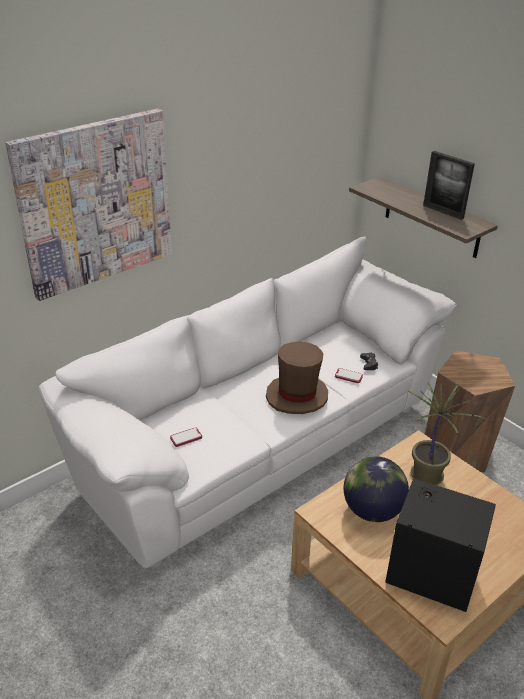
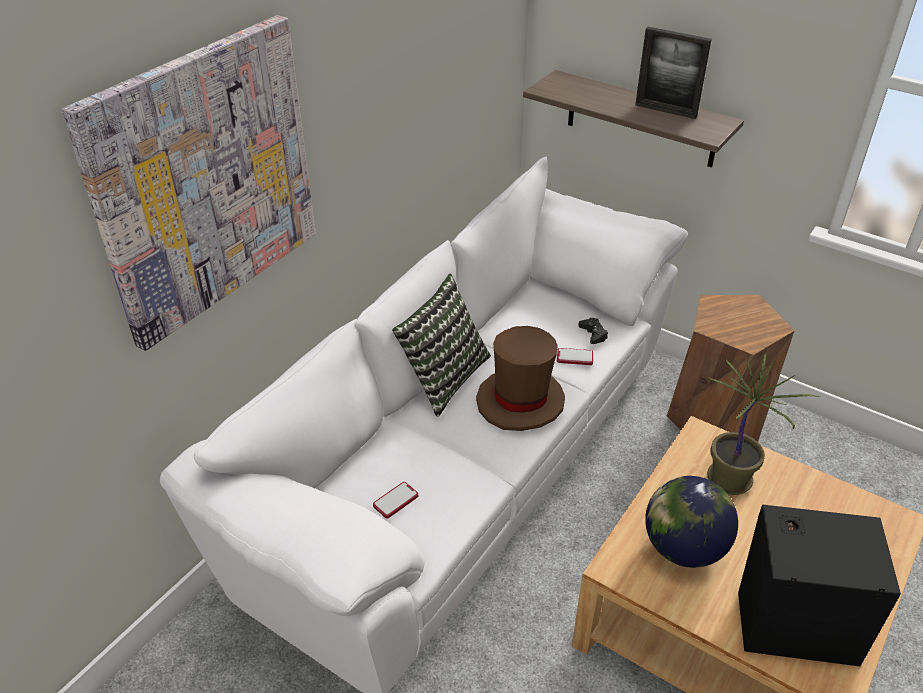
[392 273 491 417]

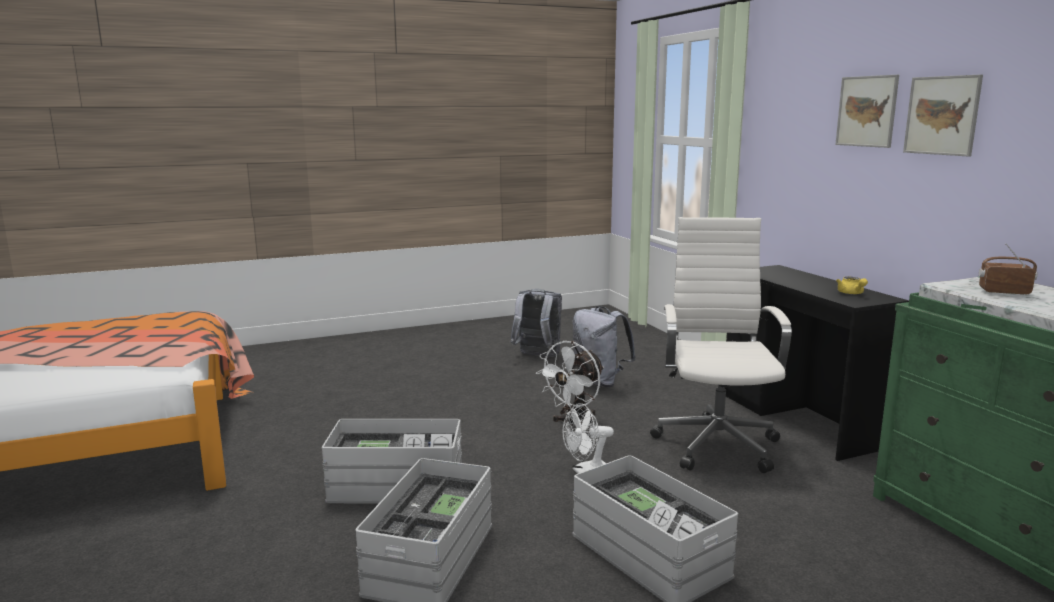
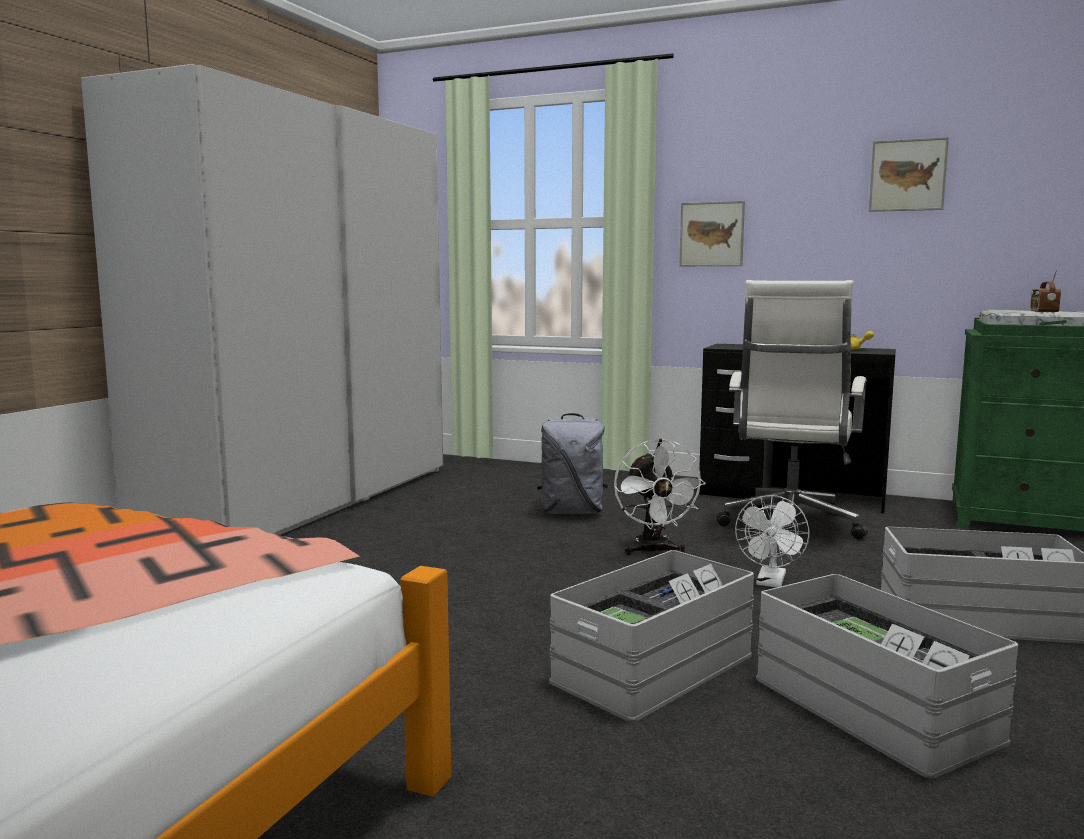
[510 289 562 357] (first image)
[81 64 443 535]
[679 201 745 266]
[716 280 868 540]
[1030 269 1061 313]

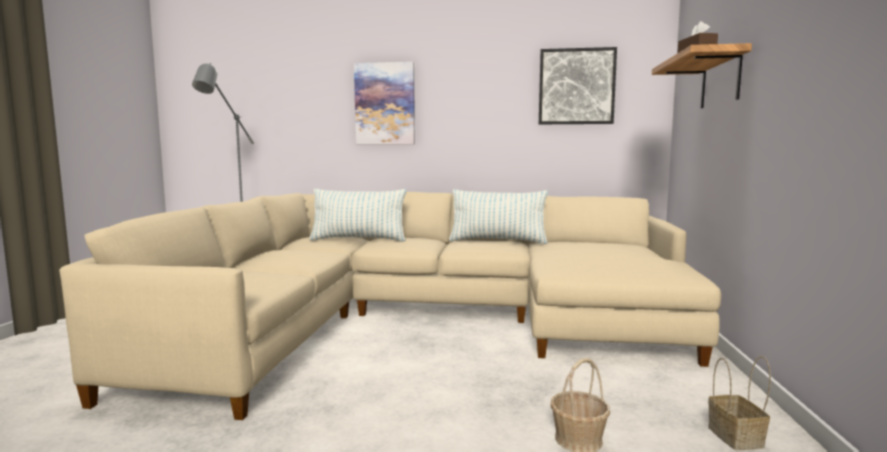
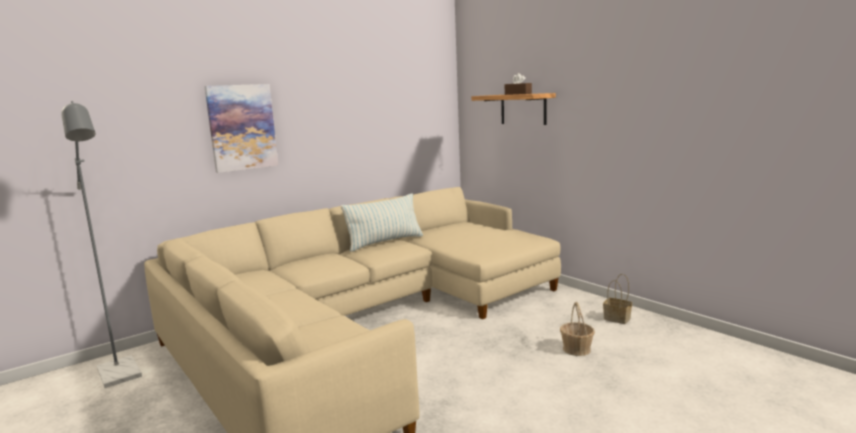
[309 189 407 241] (first image)
[539 47 617 124] (first image)

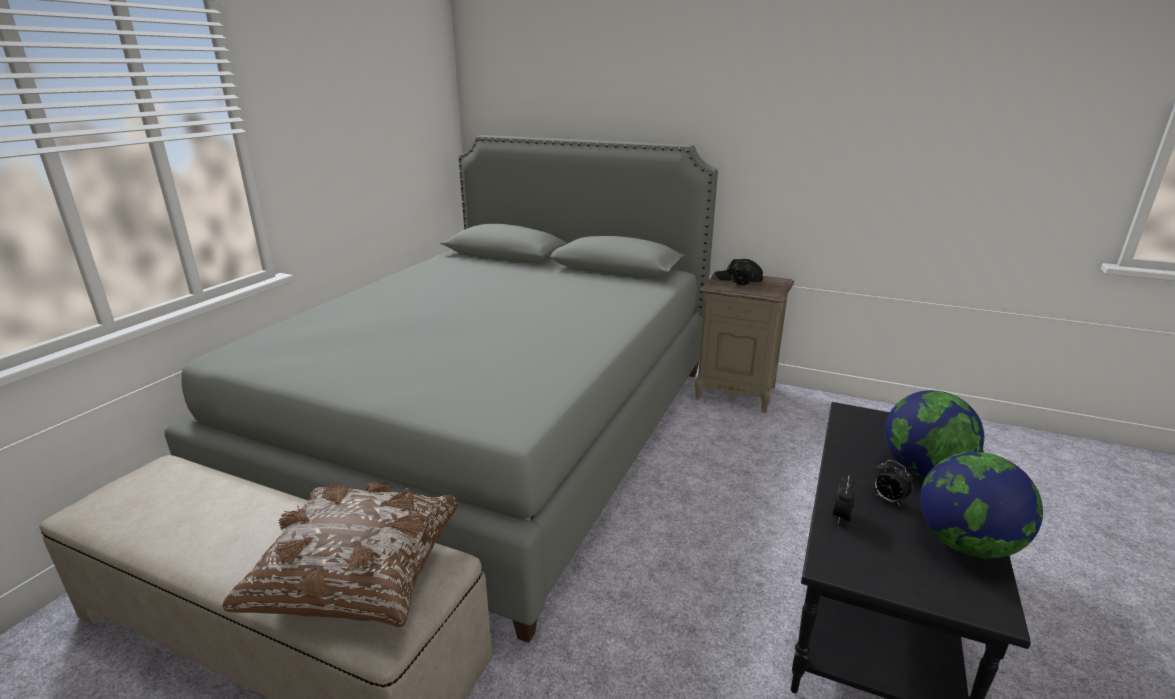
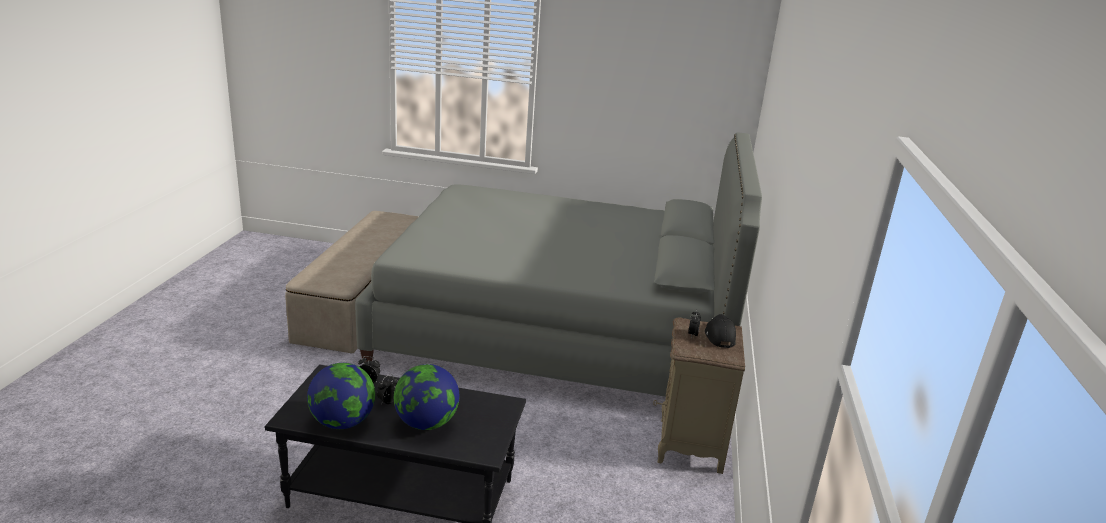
[223 481 458 627] (first image)

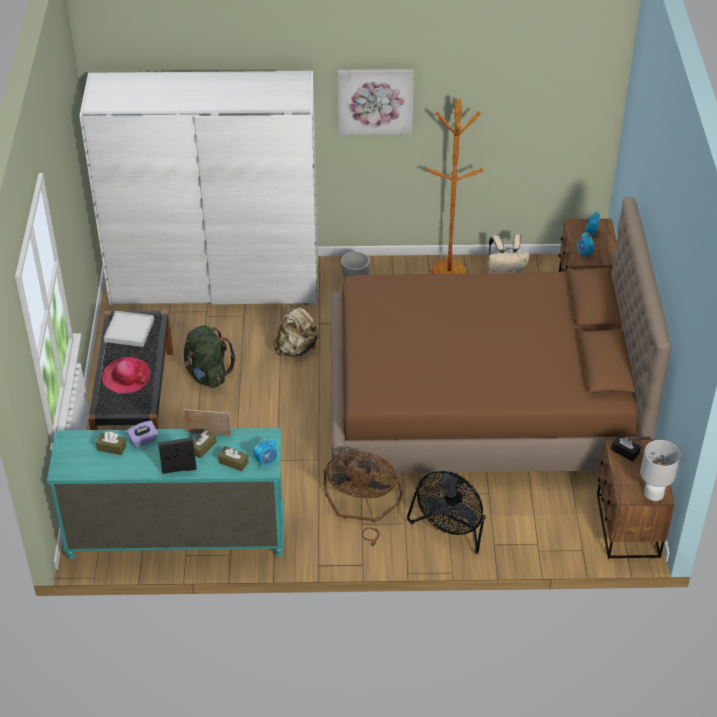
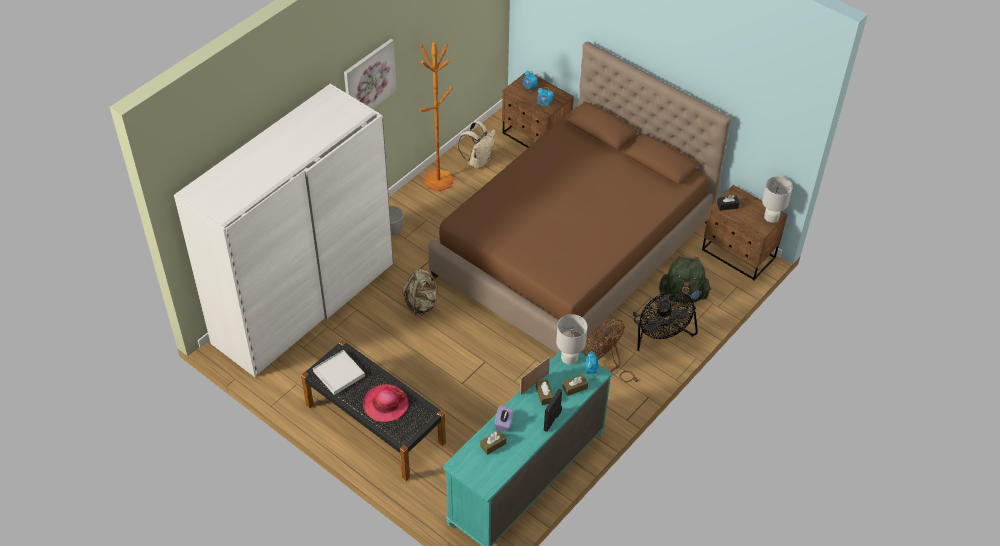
[556 314 587 365]
[659 256 711 303]

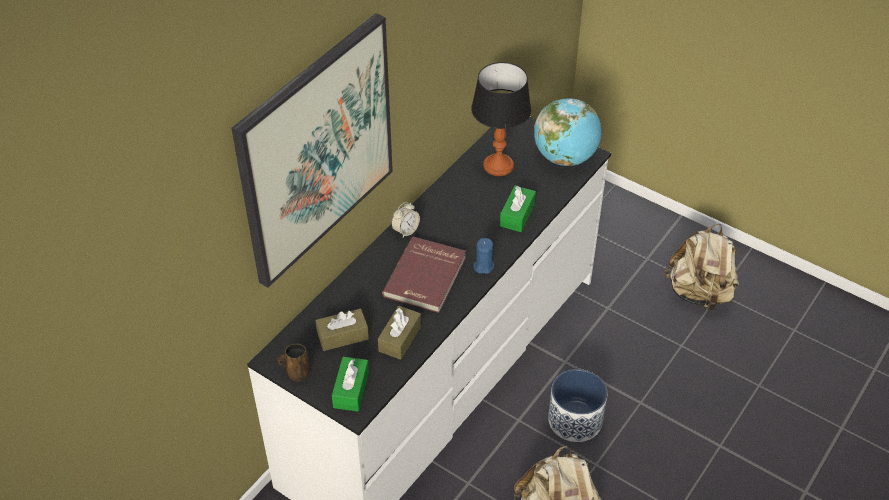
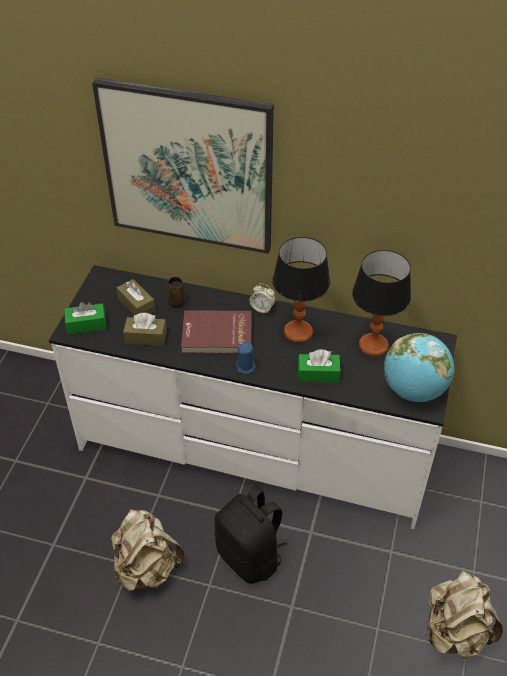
[272 237 330 343]
[167 277 186 308]
[214 486 287 584]

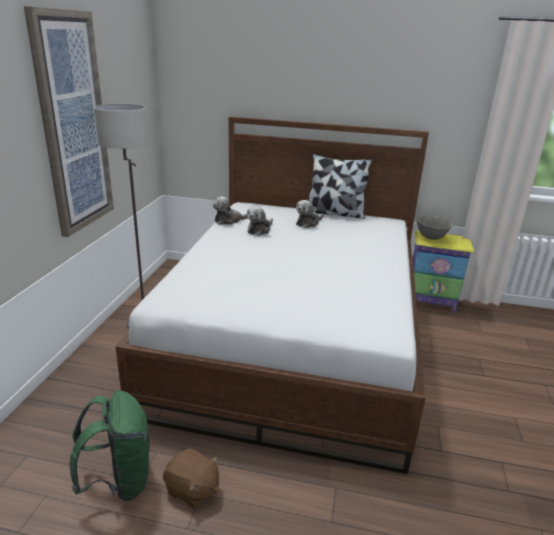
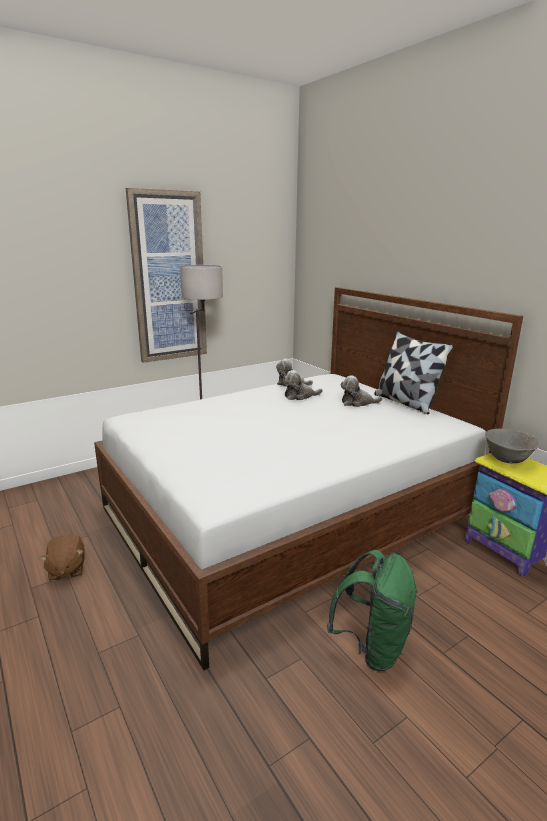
[326 550 418 671]

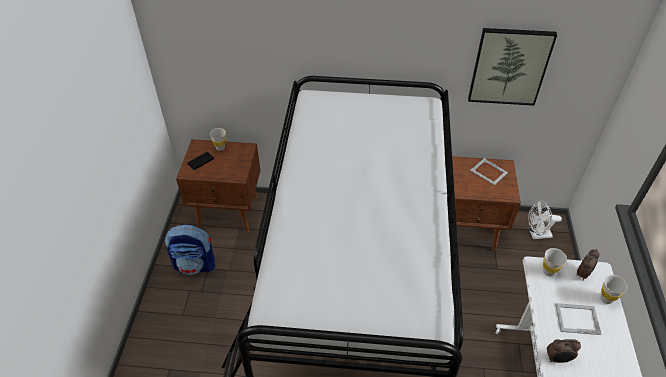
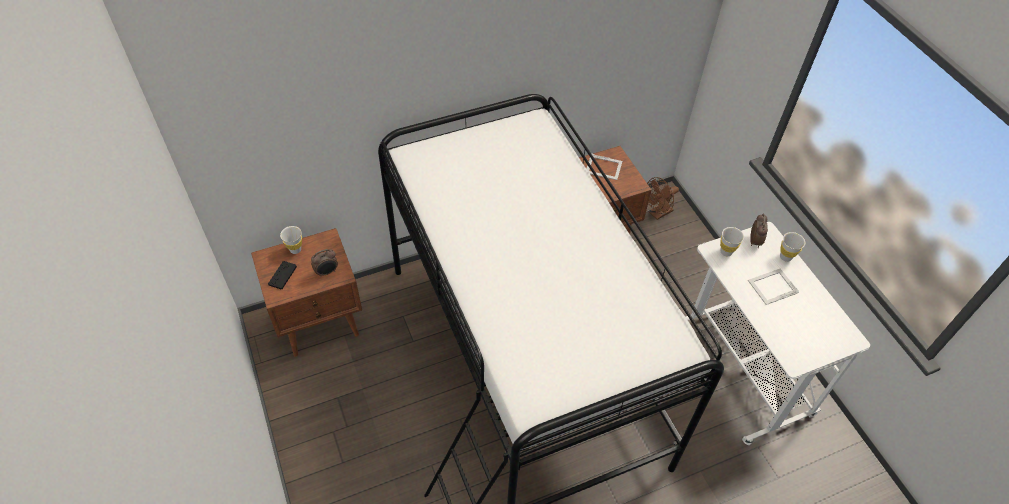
[165 224 215 275] (first image)
[468 28 557 106] (first image)
[311 249 338 277]
[647 177 679 220]

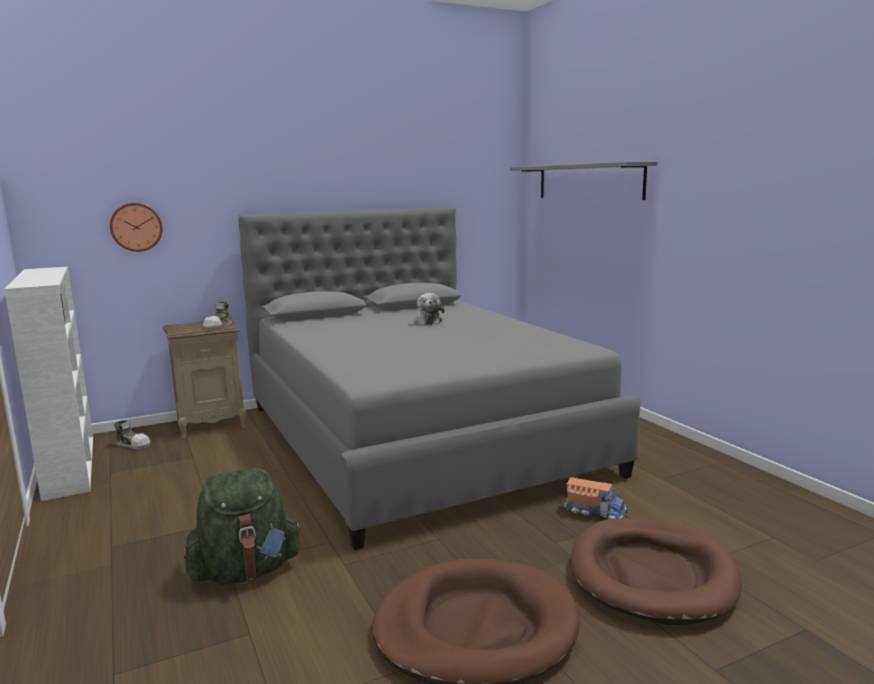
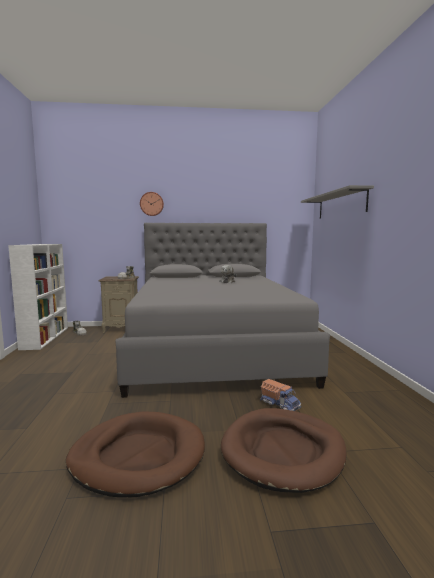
[184 468 301 585] (first image)
[140 192 164 216]

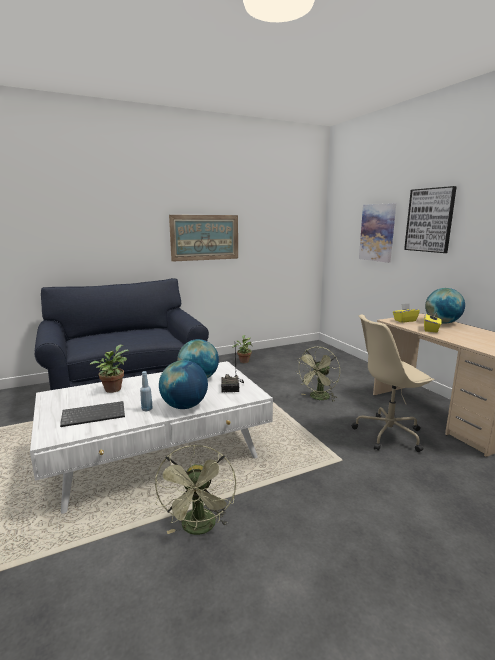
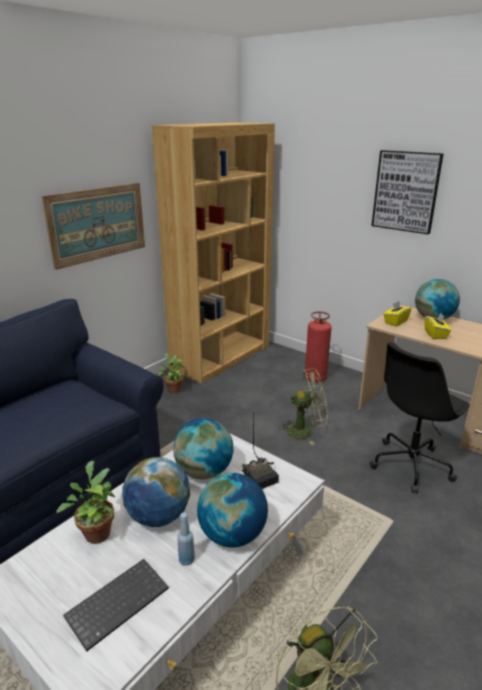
[359 203 396 263] (first image)
[122 457 190 527]
[151 123 275 384]
[305 311 332 382]
[369 342 470 493]
[280 368 328 445]

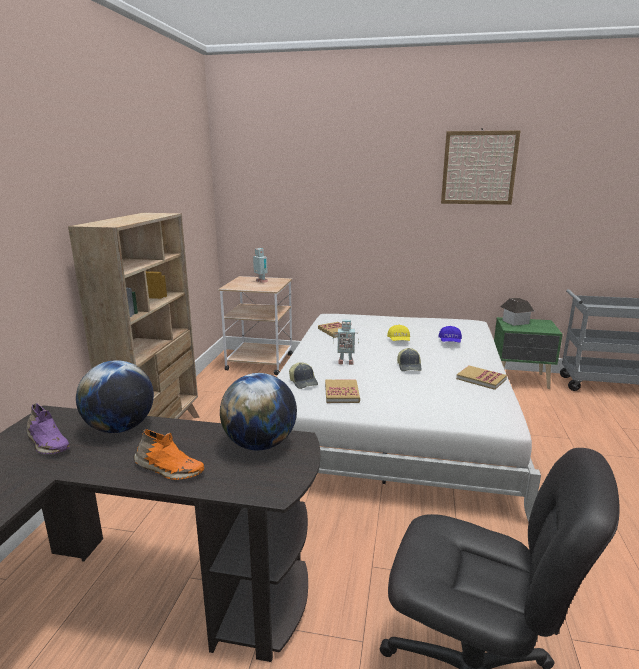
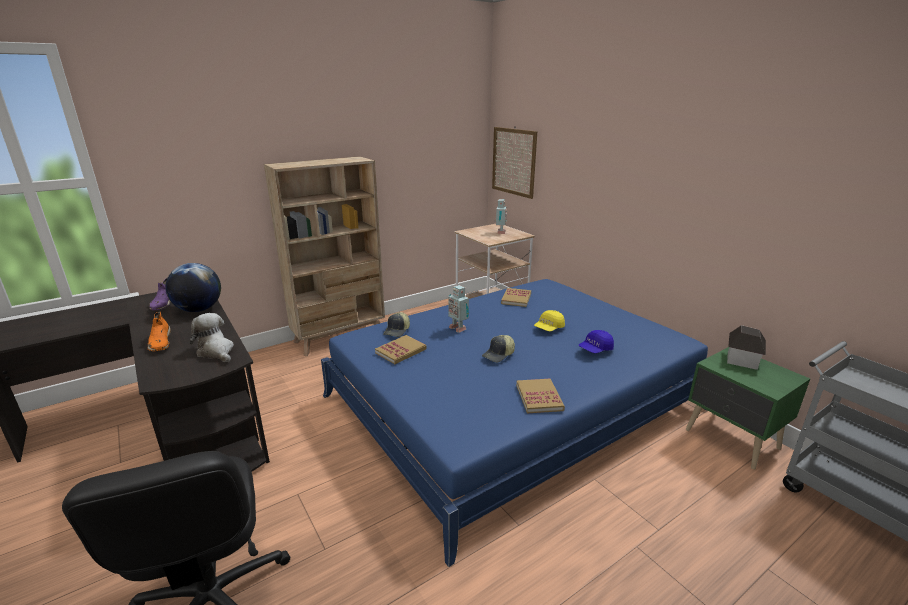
[492 127 537 199]
[190 313 234 362]
[321 279 708 567]

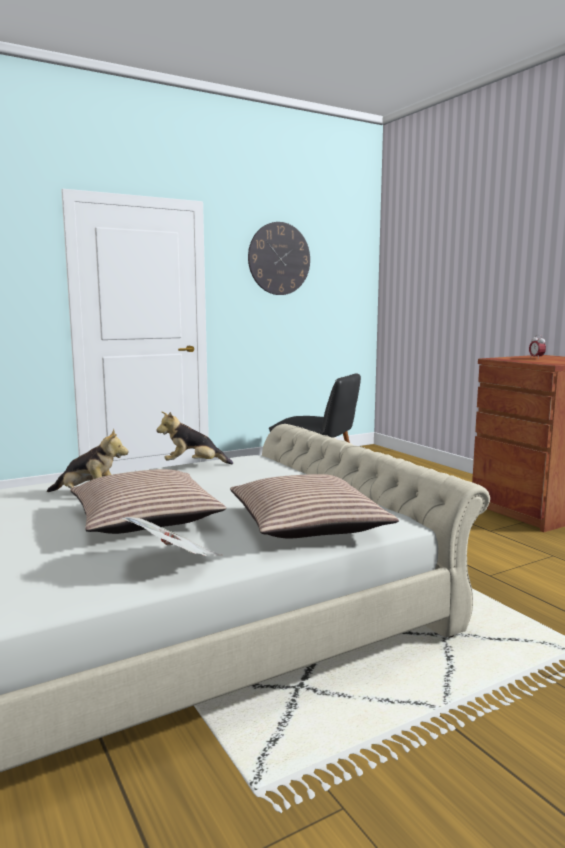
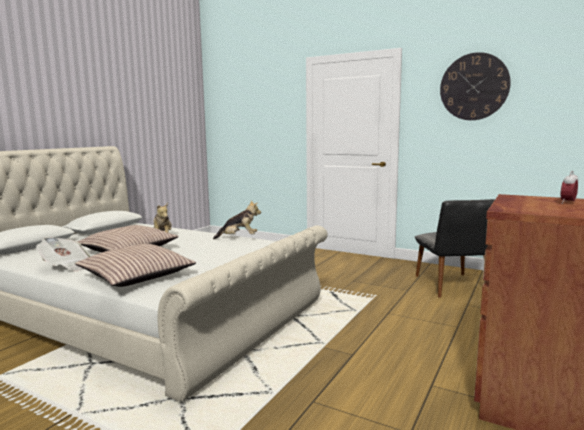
[213 200 261 239]

